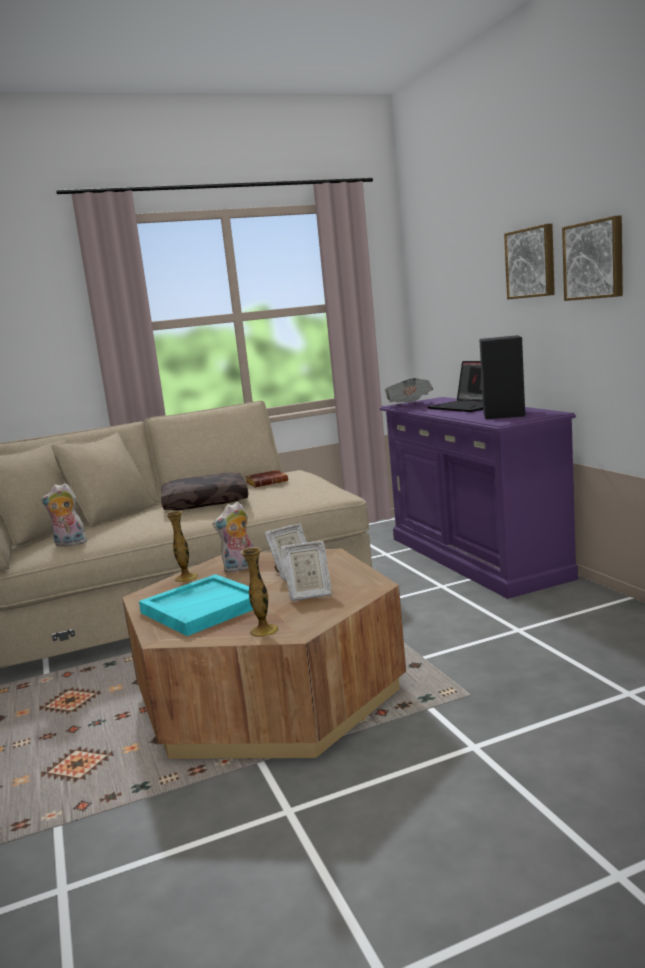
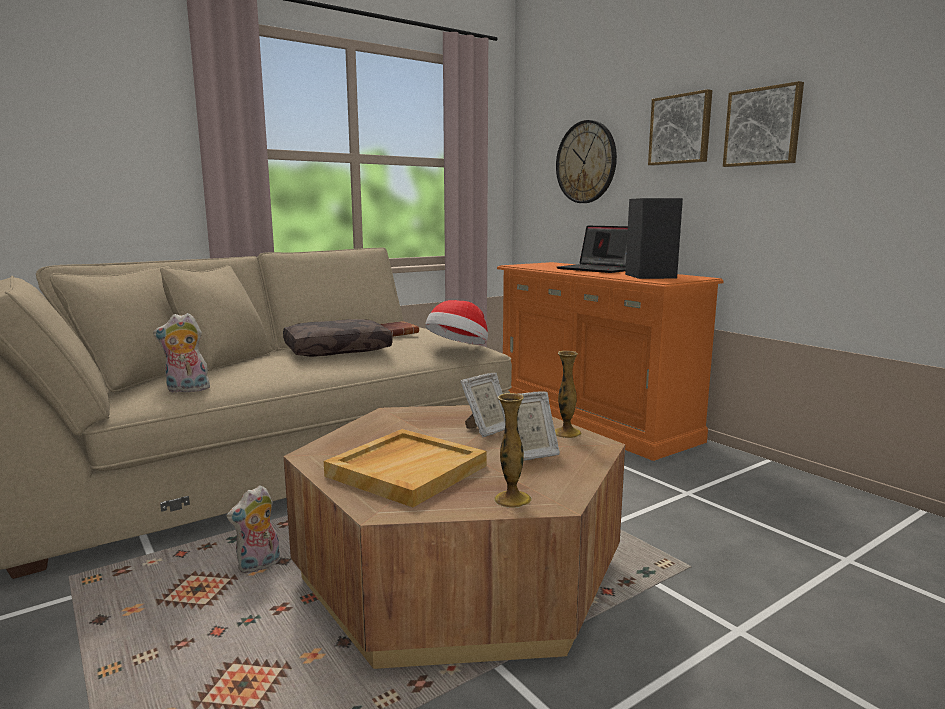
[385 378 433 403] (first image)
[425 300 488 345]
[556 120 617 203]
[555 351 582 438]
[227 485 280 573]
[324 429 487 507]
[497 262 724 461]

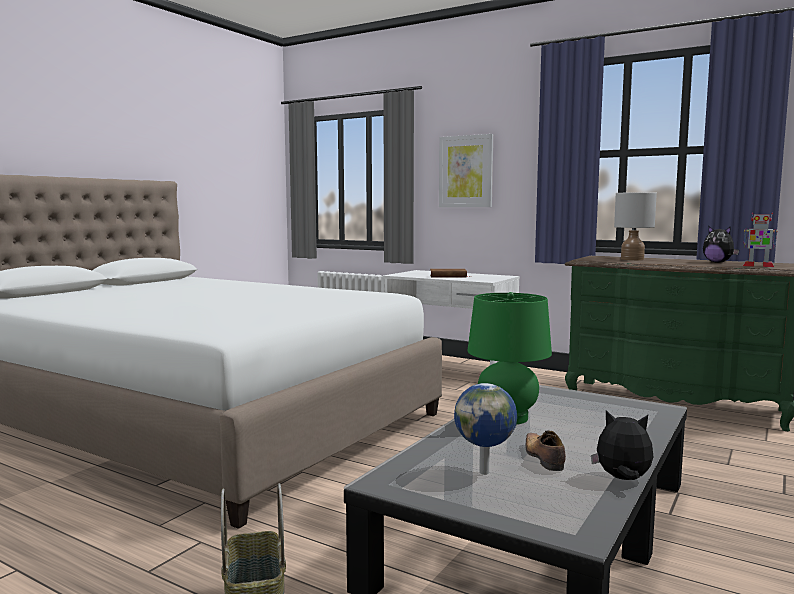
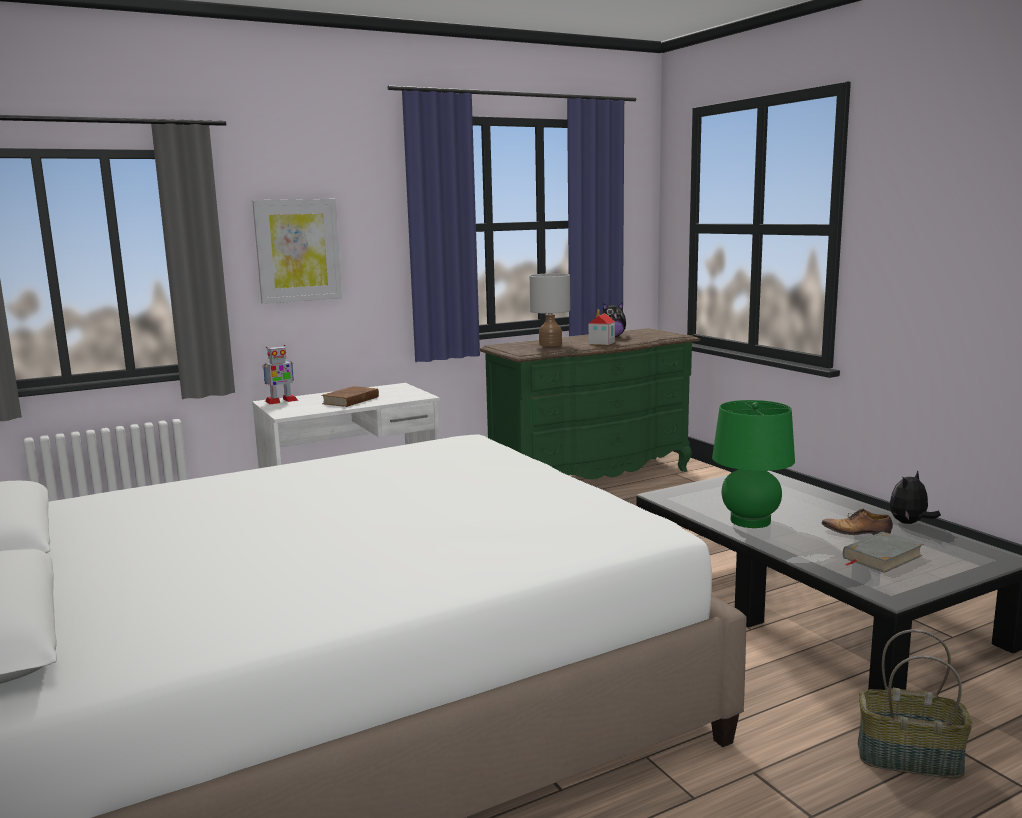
[589 309 615 345]
[262 345 298 404]
[843 531 924 573]

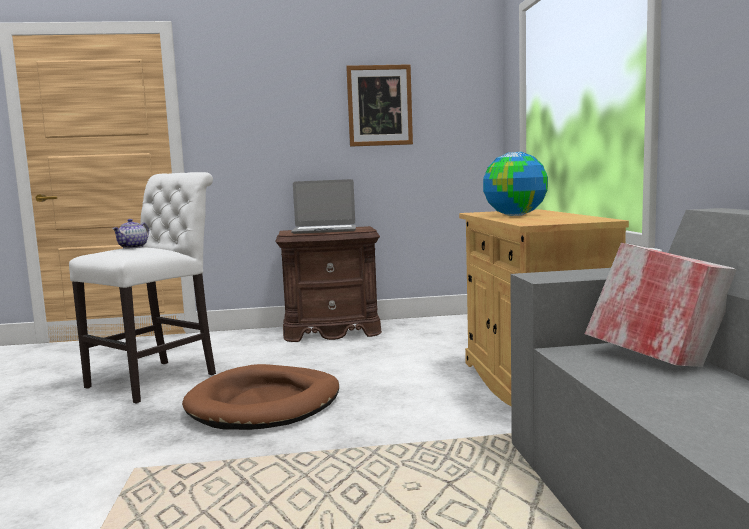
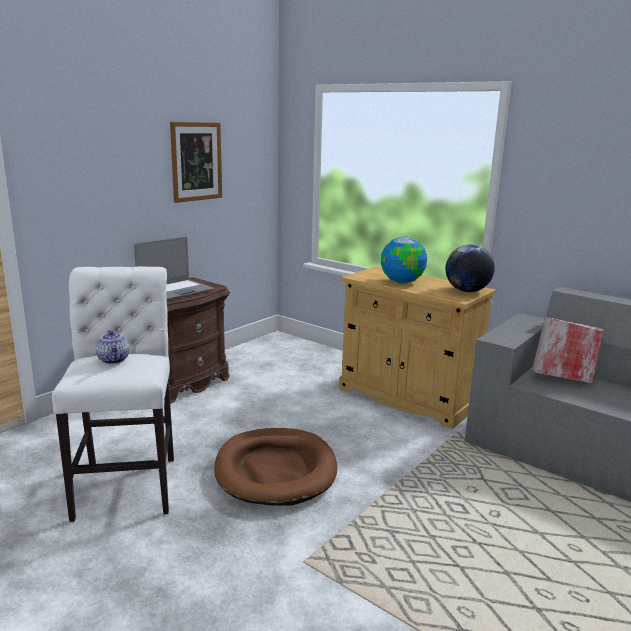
[445 244 495 292]

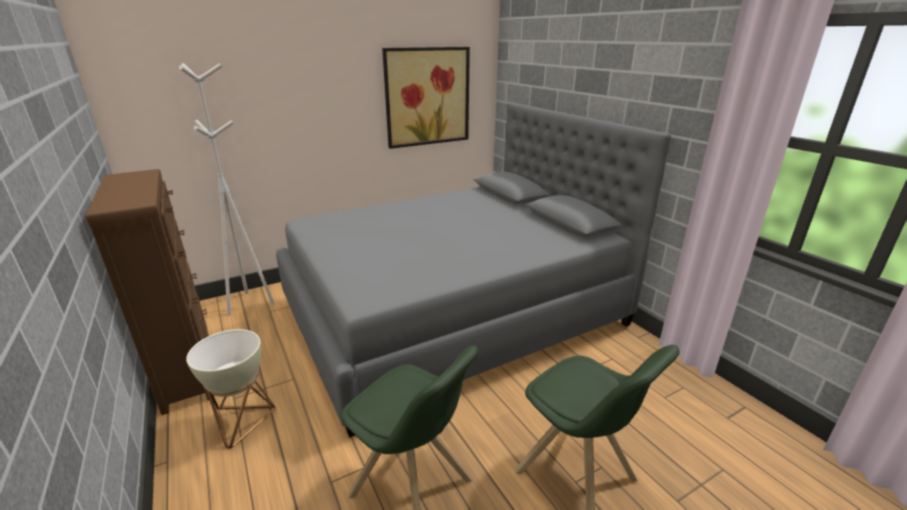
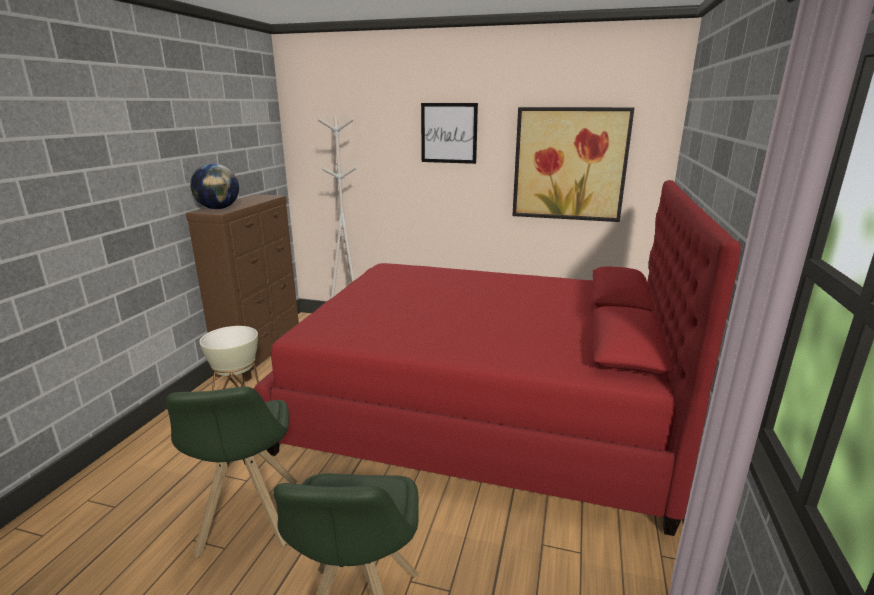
[190 163 239 209]
[421 103 478 164]
[254 180 741 536]

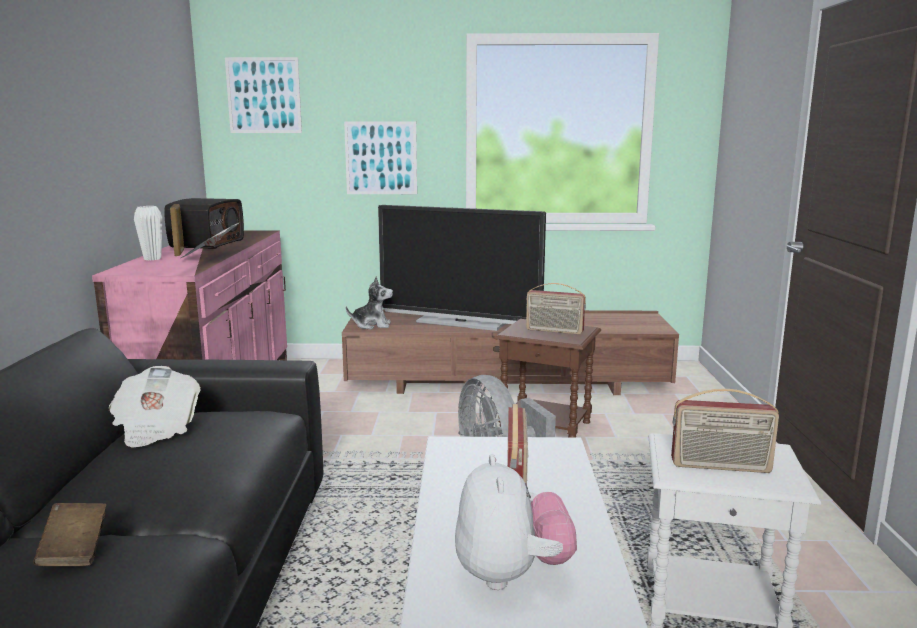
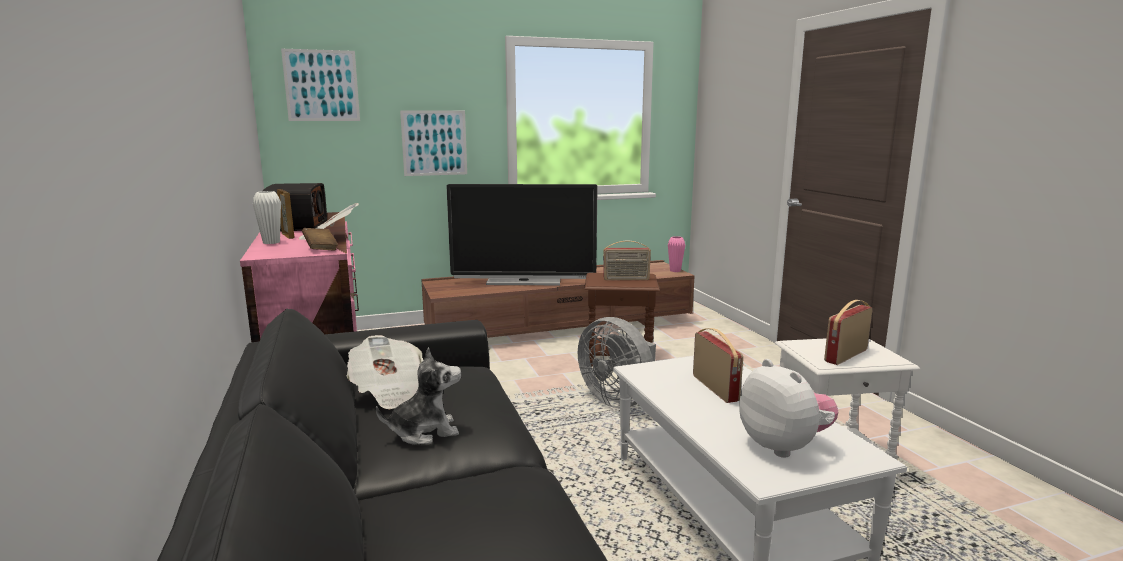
[668 236 685 272]
[302 228 338 250]
[376 347 461 444]
[824 300 873 365]

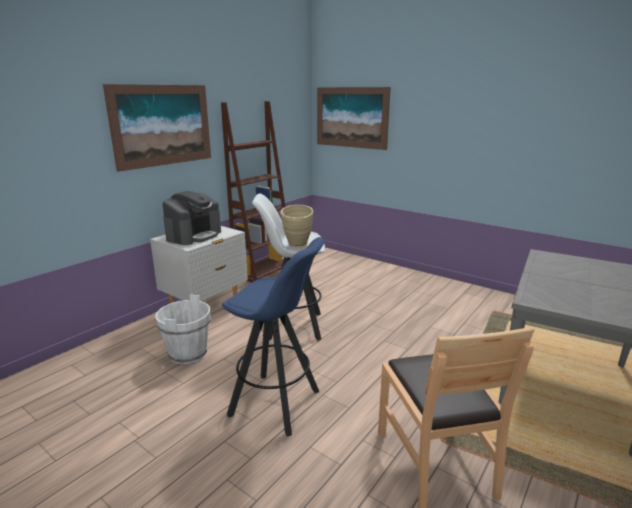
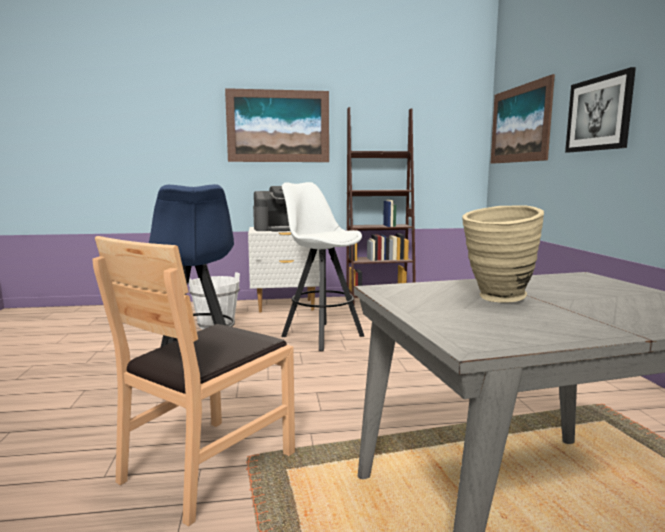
[565 67 636 152]
[462 205 544 303]

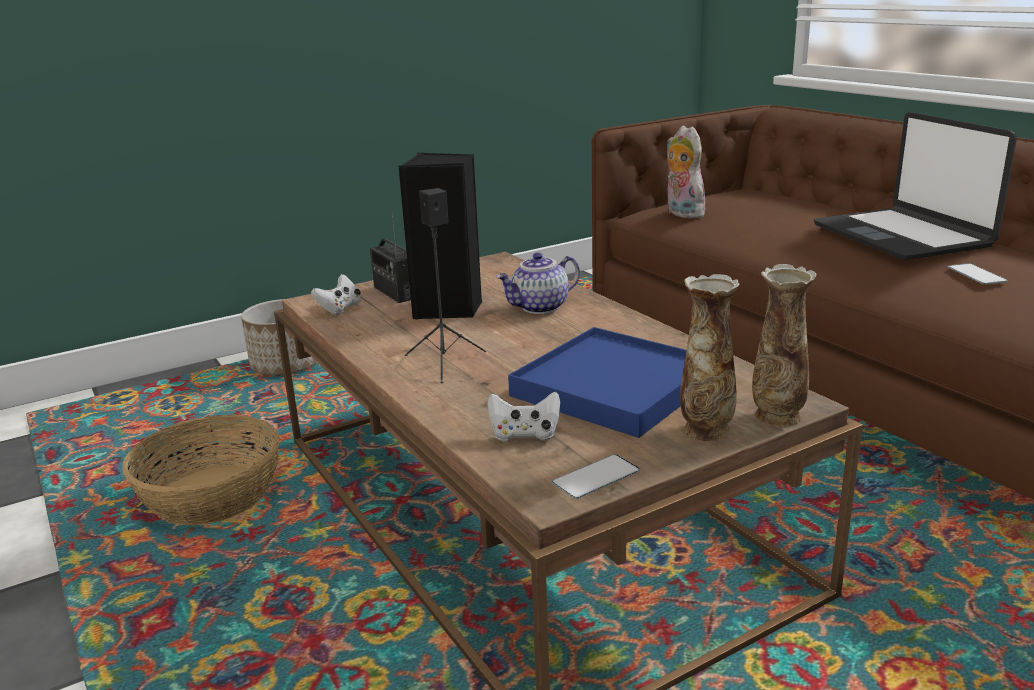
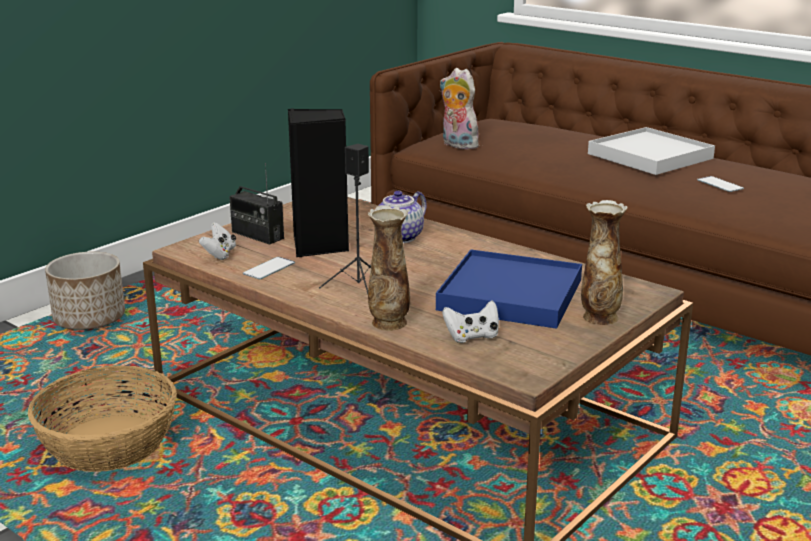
[243 257 295 279]
[368 205 410 331]
[588 127 715 175]

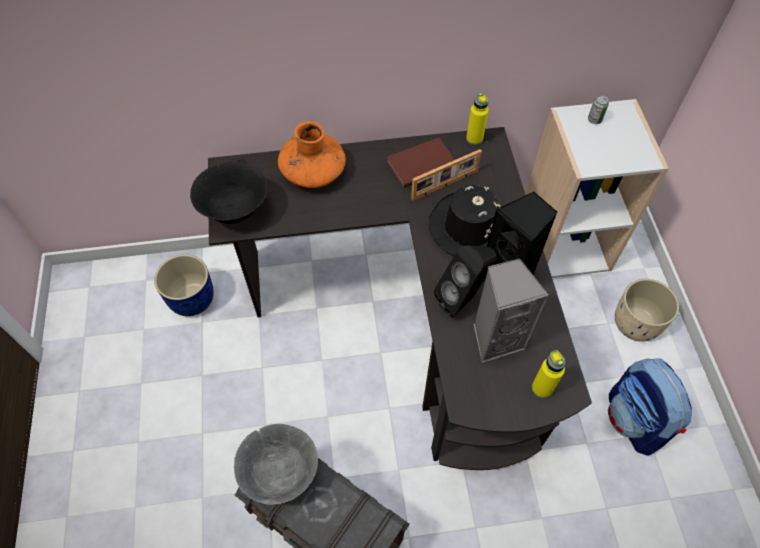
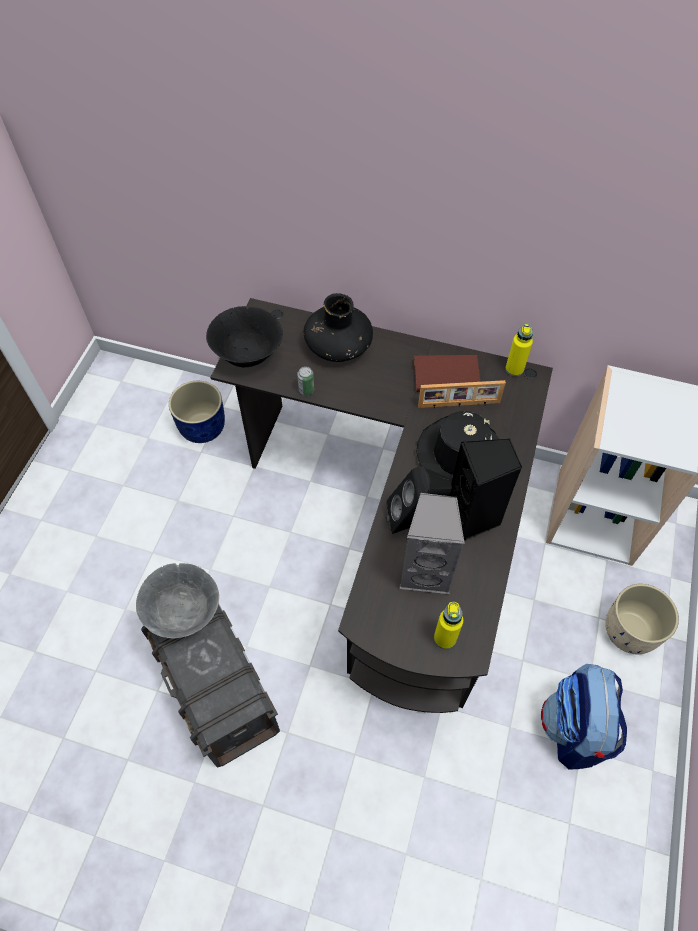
[297 367 314 395]
[304 293 373 362]

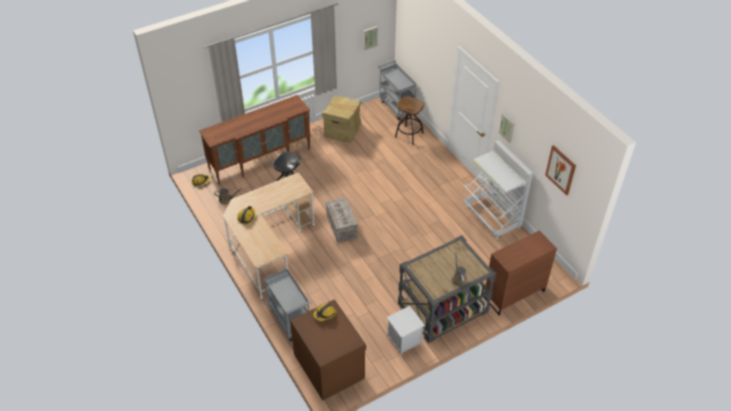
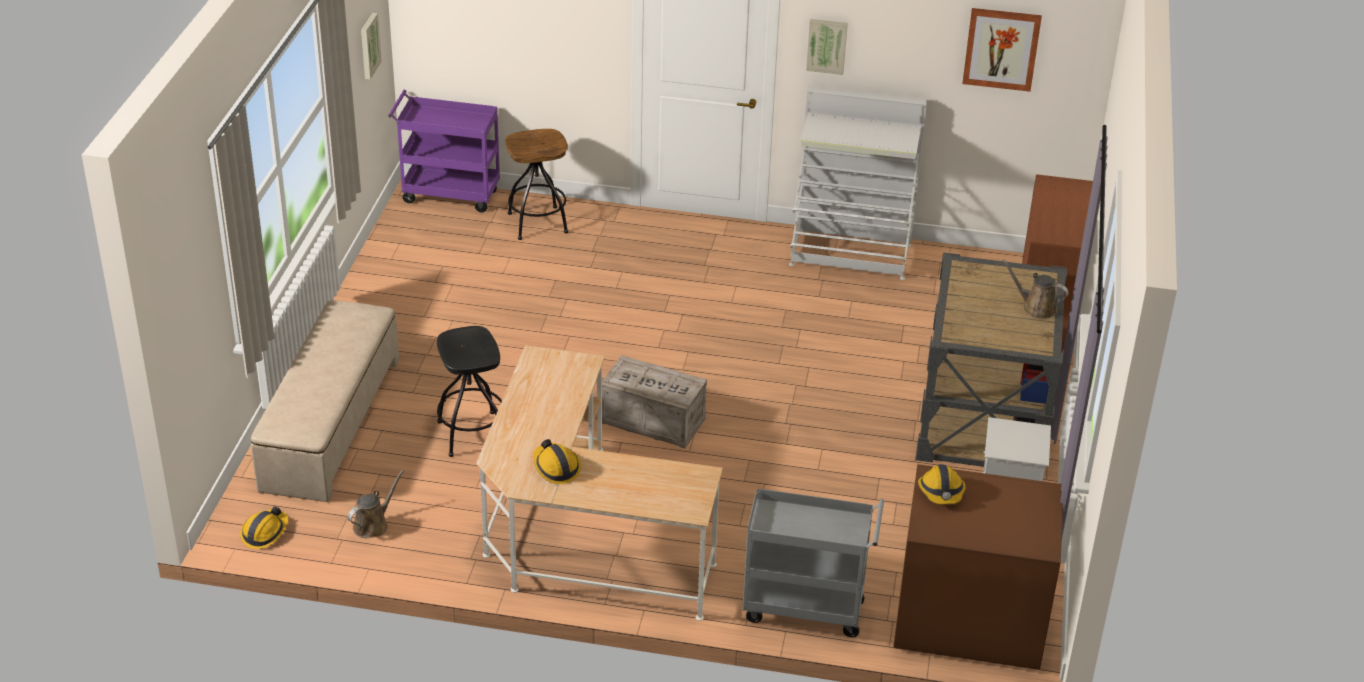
[322 96 362 143] (first image)
[251 300 399 502]
[388 90 500 212]

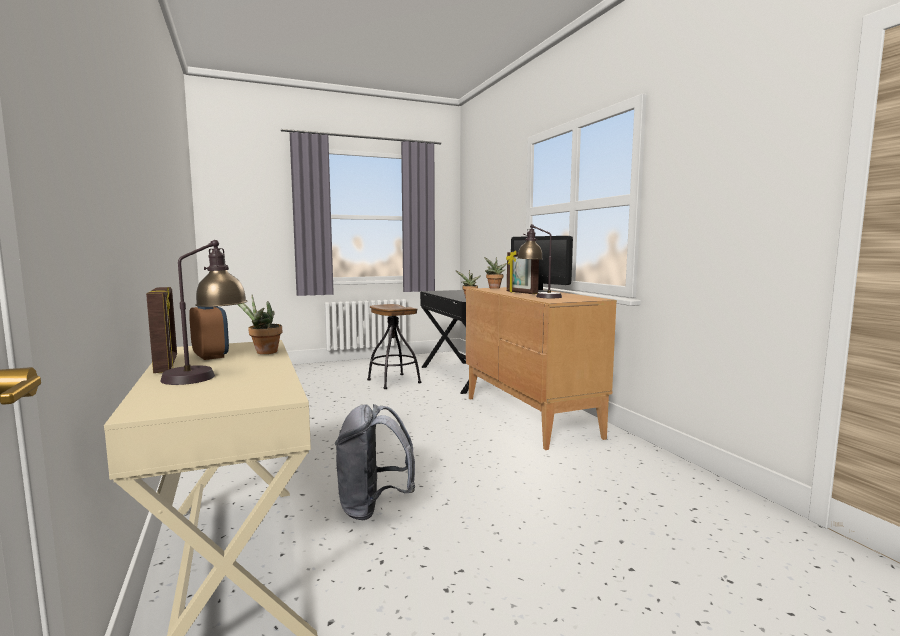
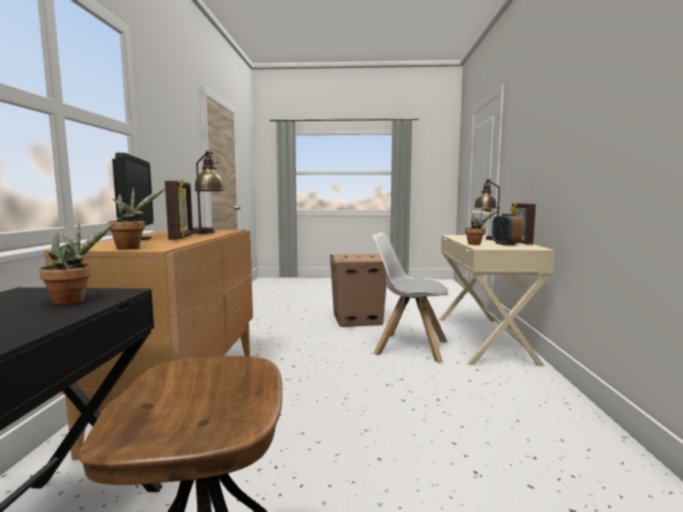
[330 254 387 327]
[372 232 449 363]

